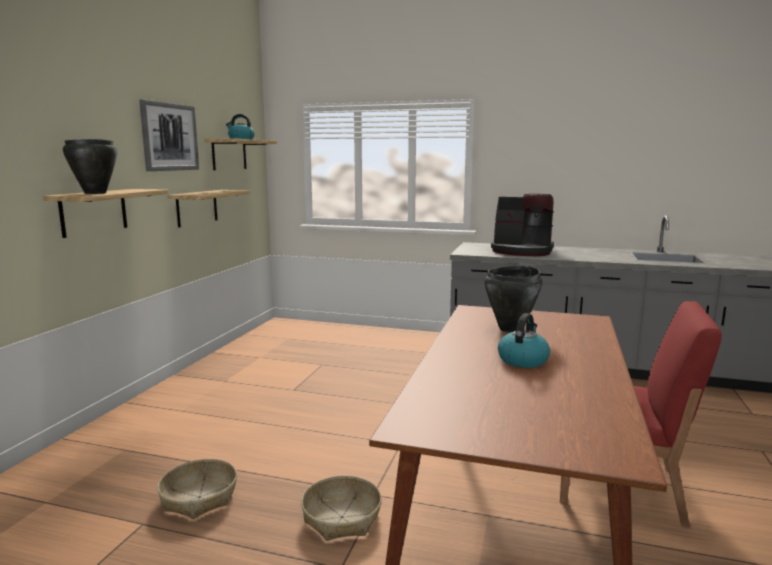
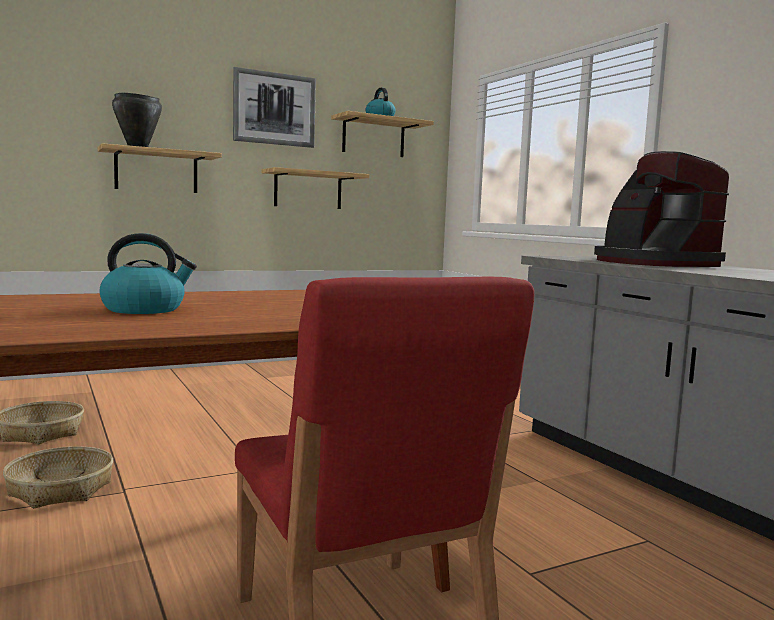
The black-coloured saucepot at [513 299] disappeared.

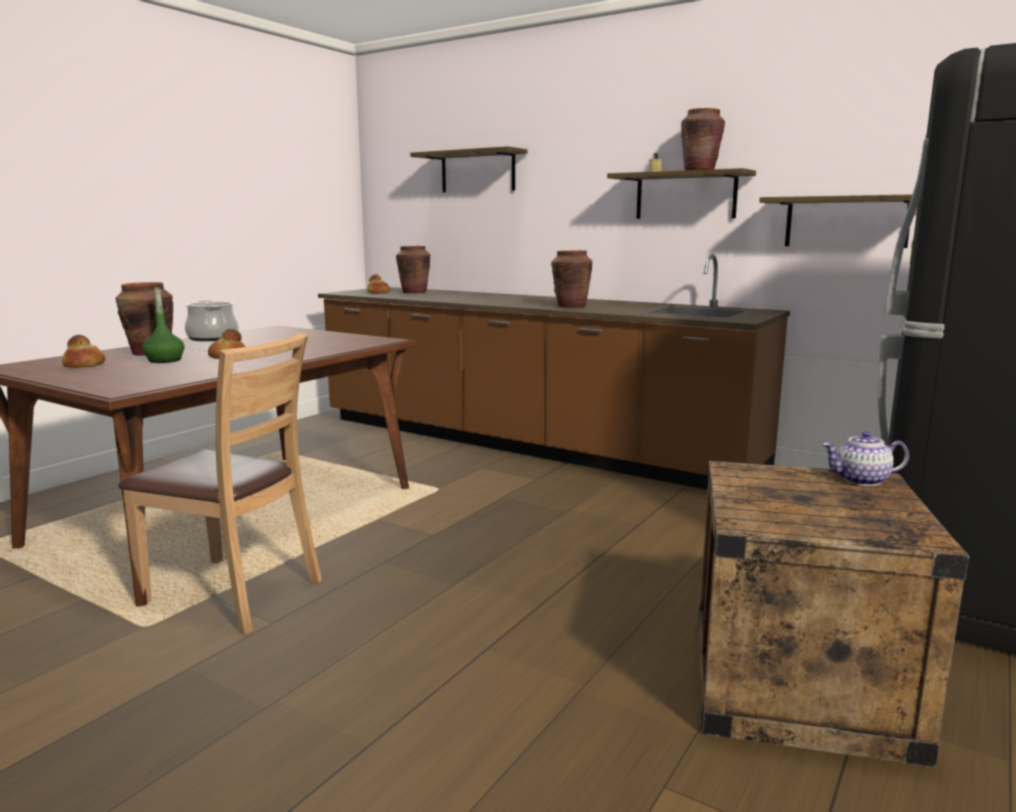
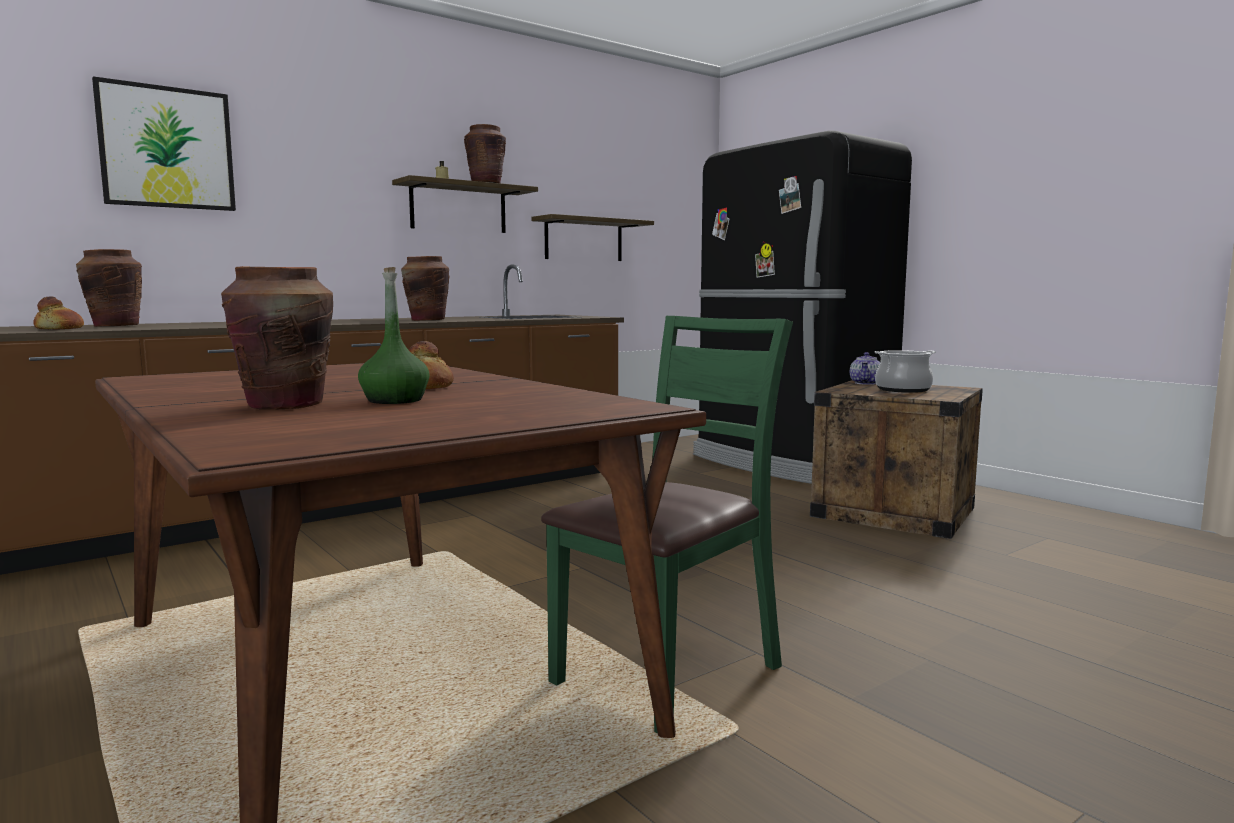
The bracket shelf at [469 169] was replaced by the wall picture at [164 143].
The brown-coloured chair at [220 484] became the greenish chair at [667 524].
The saucepot moved from [212 320] to [905 371].
The baked bread at [83 351] disappeared.

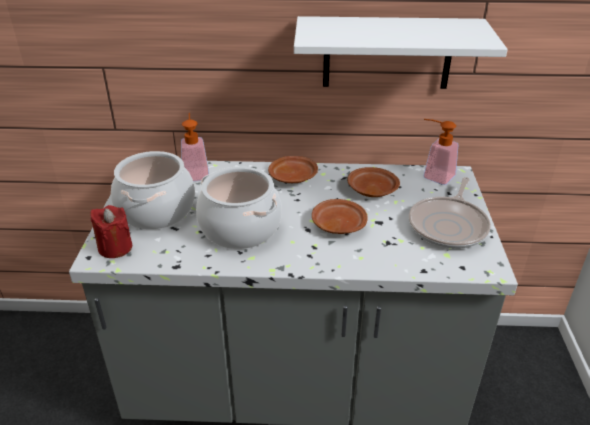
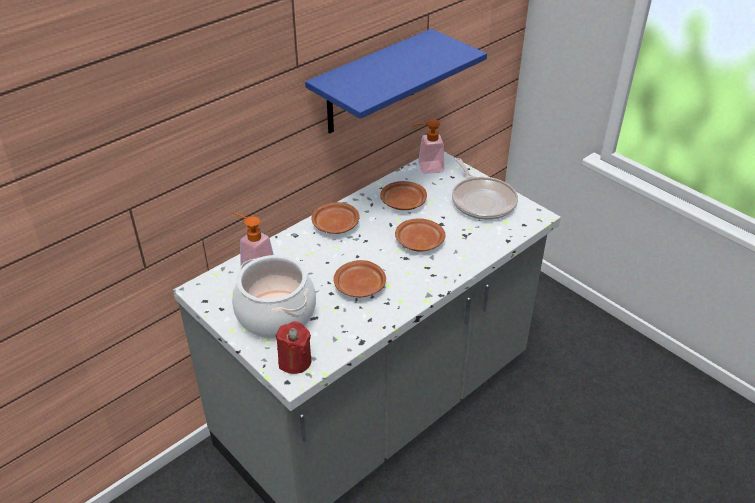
The white-coloured bracket shelf at [401 52] became the blue bracket shelf at [396 81].
The saucepot at [239 207] was replaced by the brown-coloured plate at [359 278].

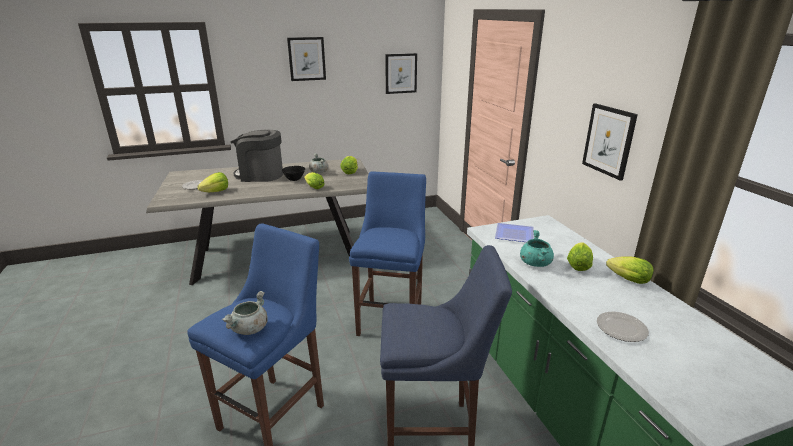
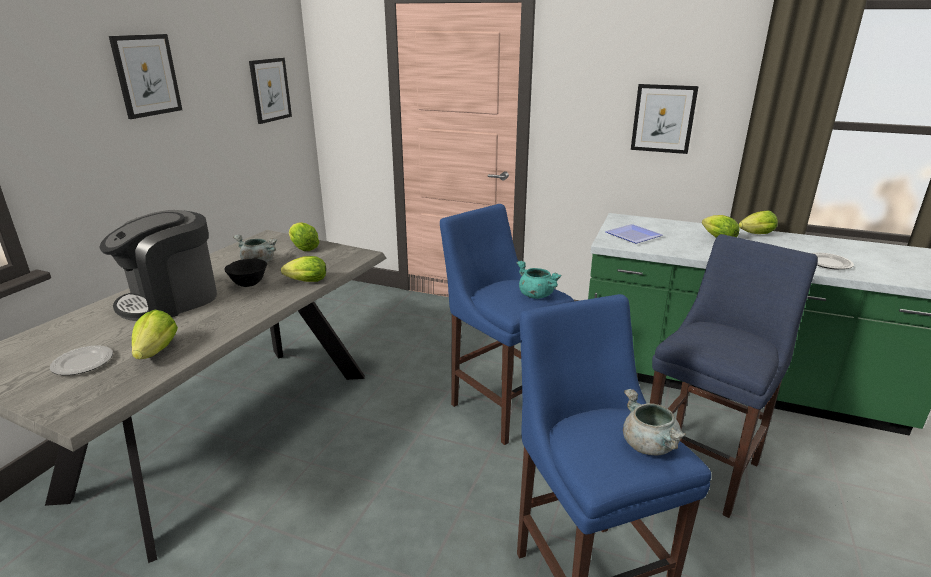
The turquoise saucepot moved from [537 248] to [539 280].

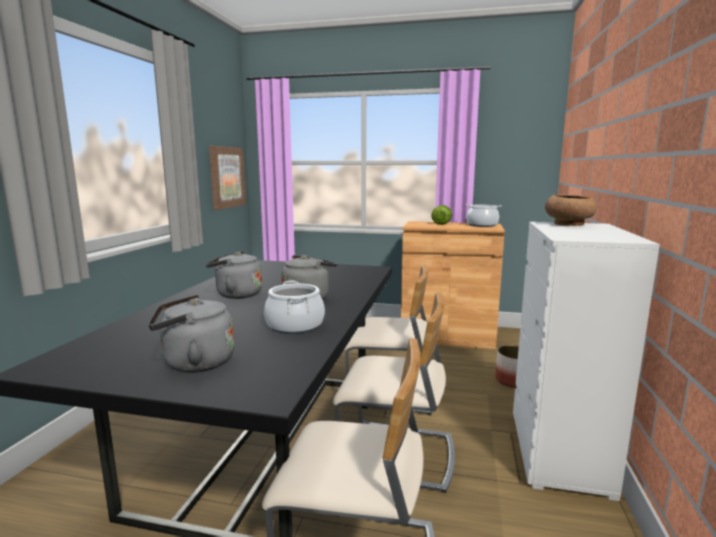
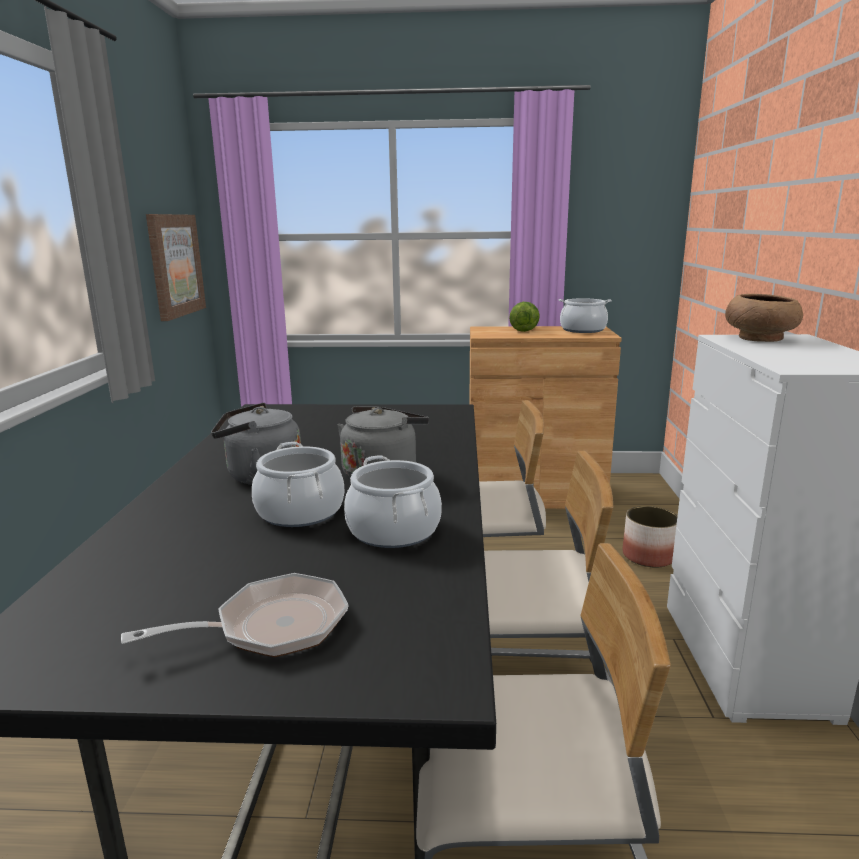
The gray tea kettle at [191 334] was replaced by the frying pan at [235 615].
The saucepot at [298 484] appeared.

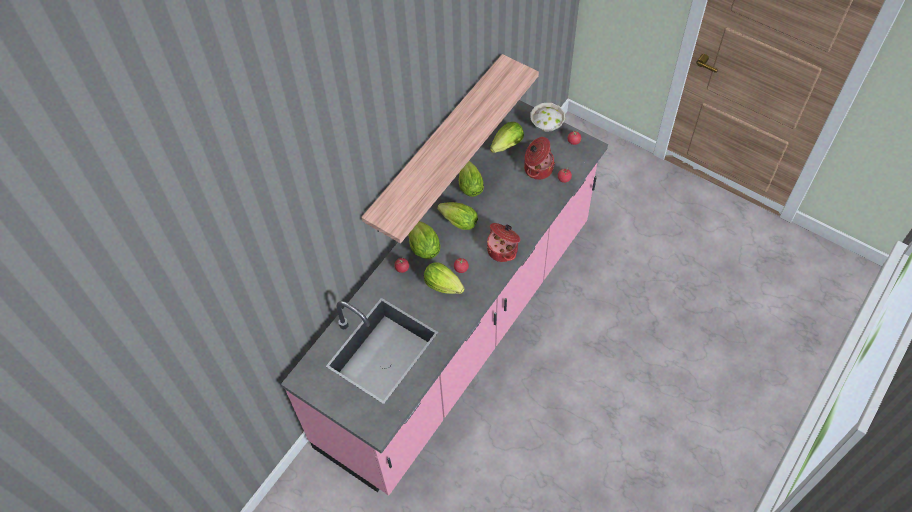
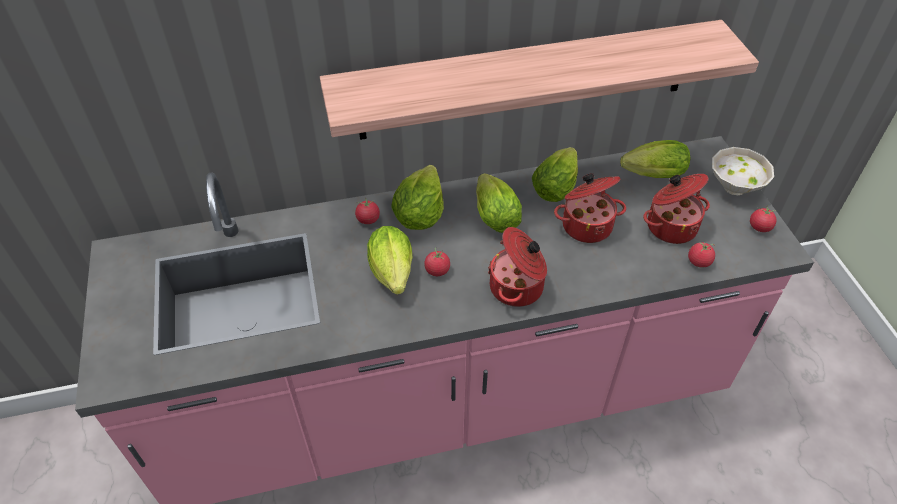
The saucepot at [590 208] appeared.

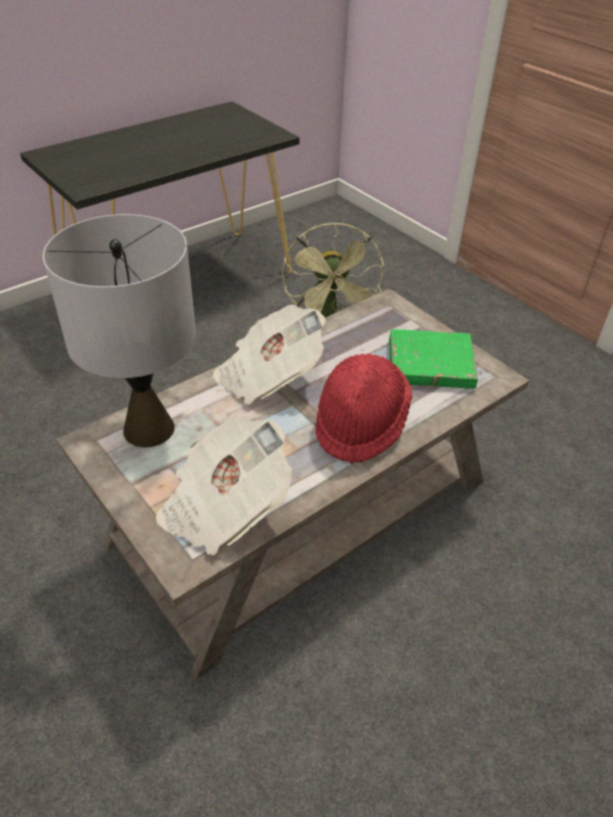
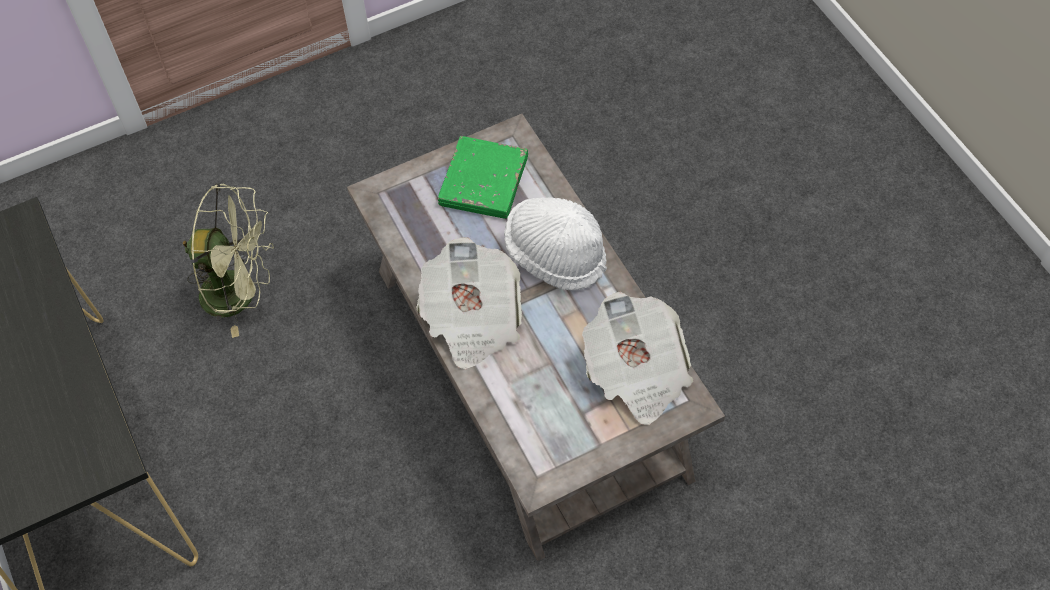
The red wearable hat at [363 409] became the white-coloured wearable hat at [555 243].
The gray tabletop lamp at [119 330] disappeared.

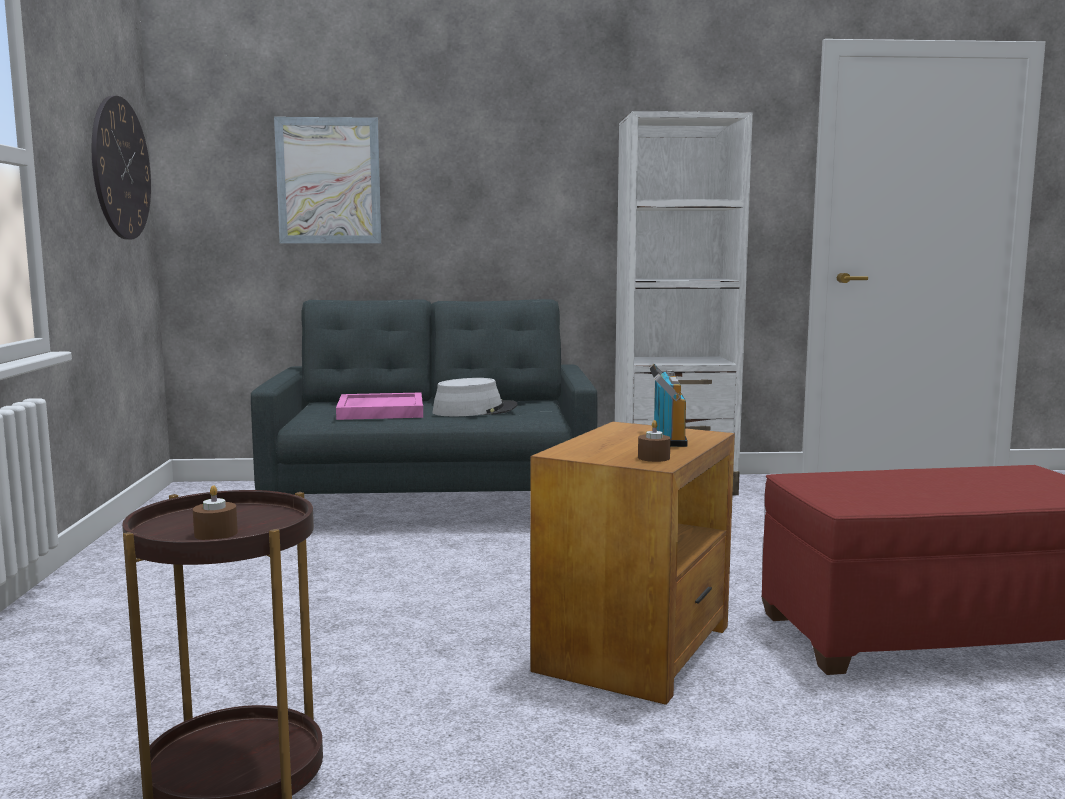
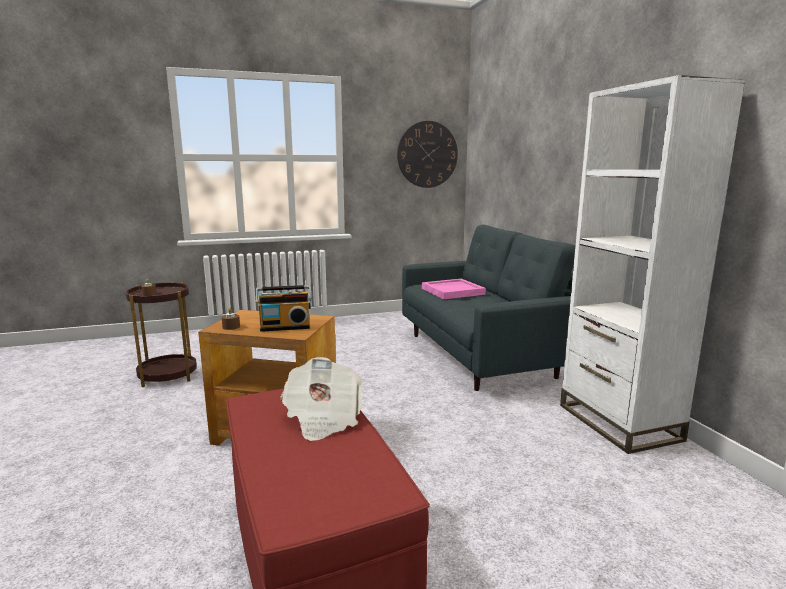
The newspaper at [321 399] appeared.
The wall picture at [327 180] disappeared.
The gray wearable hat at [475 397] disappeared.

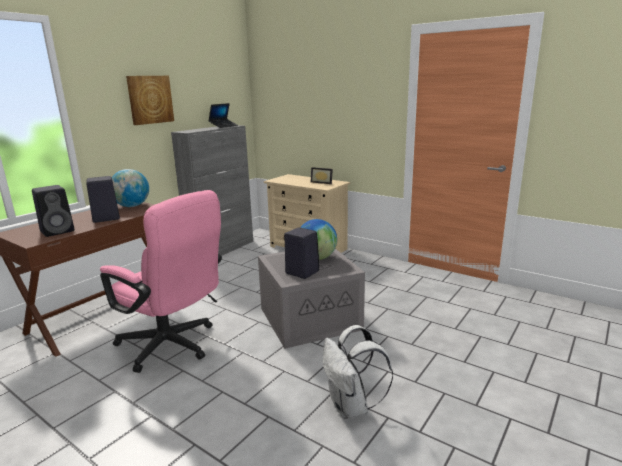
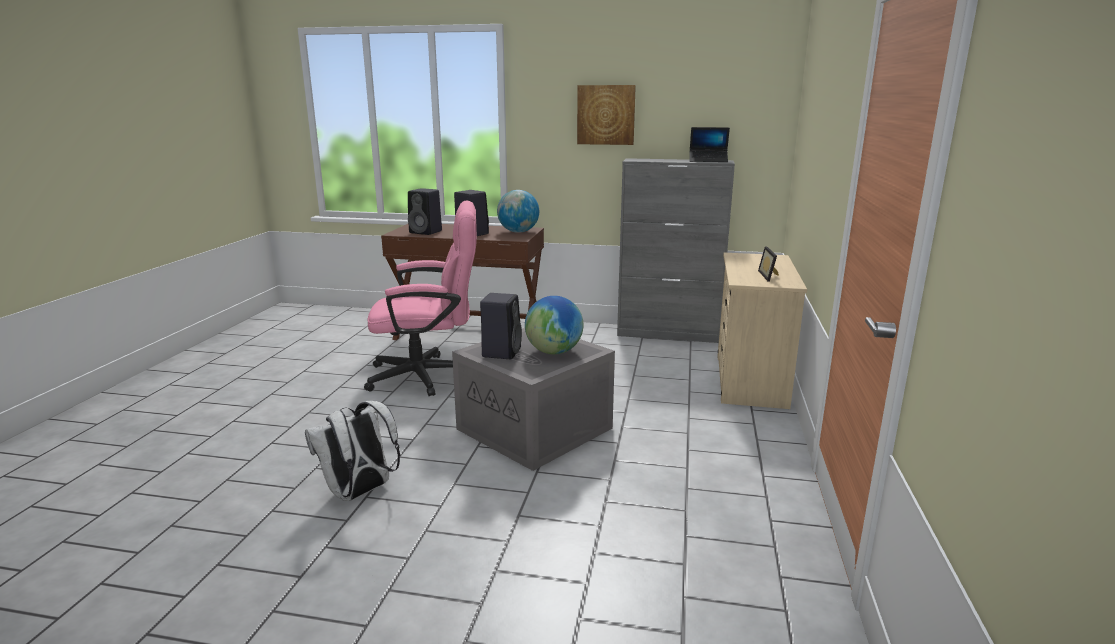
The pink desk chair at [161 281] turned 105 degrees counterclockwise.

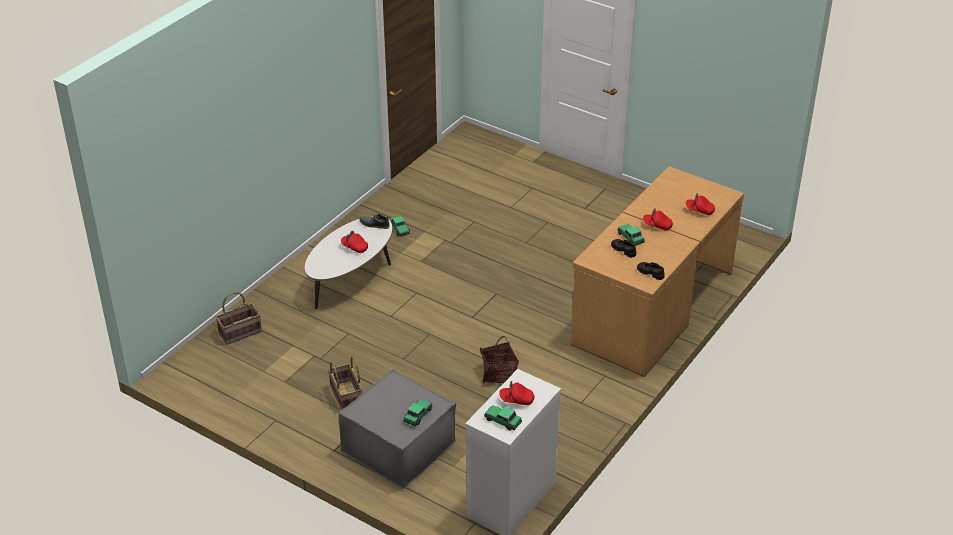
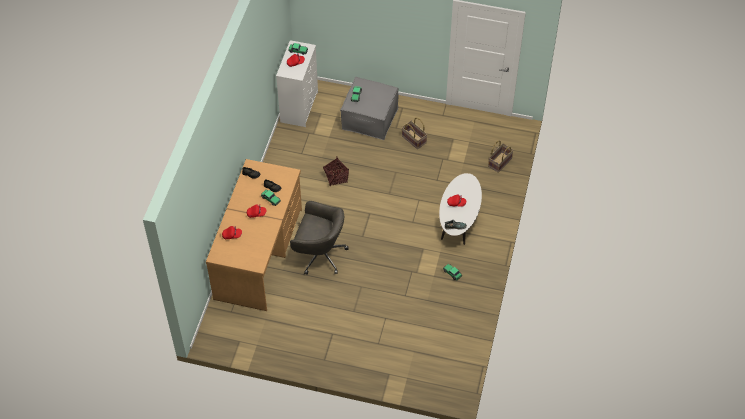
The gray desk chair at [319 238] appeared.

